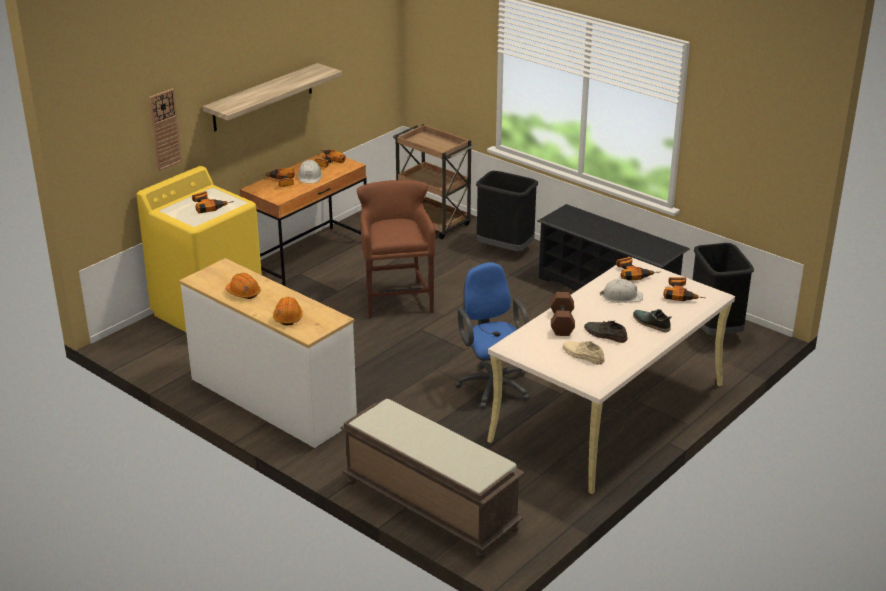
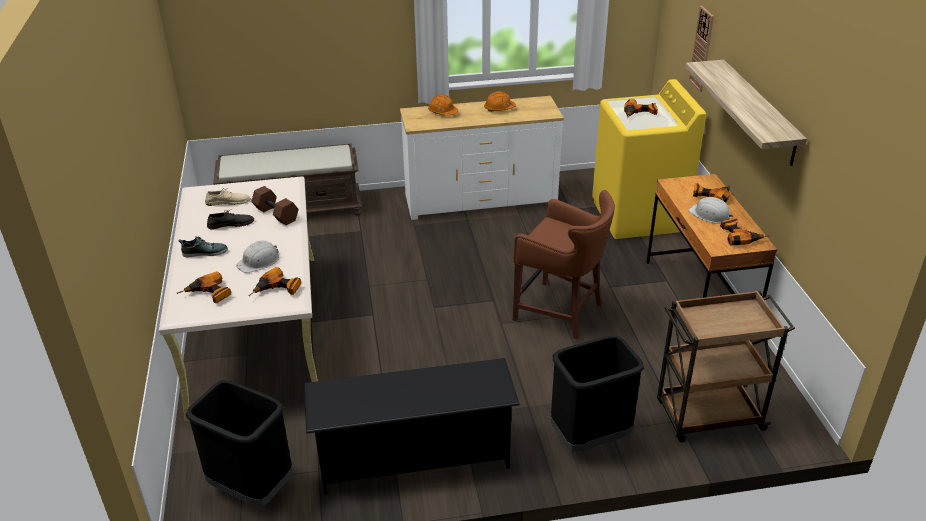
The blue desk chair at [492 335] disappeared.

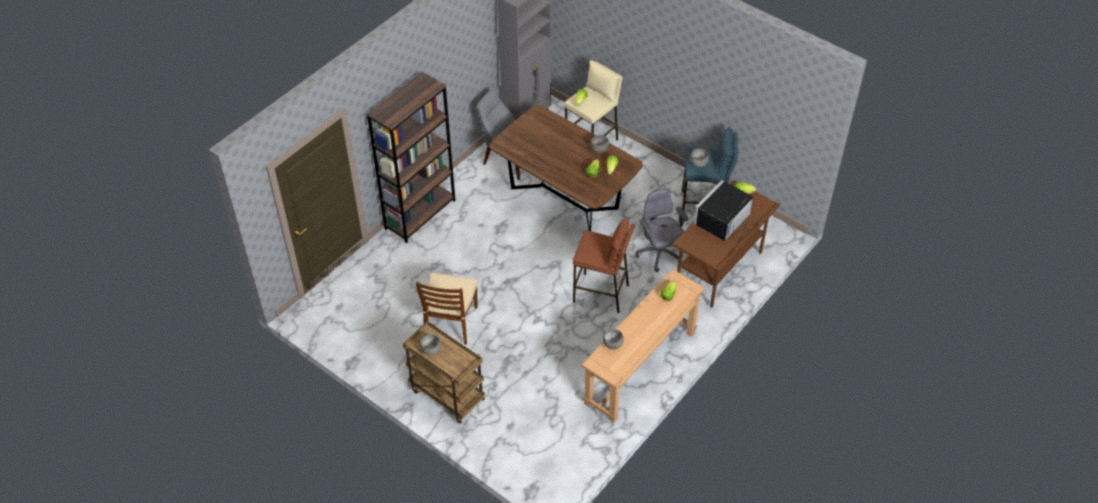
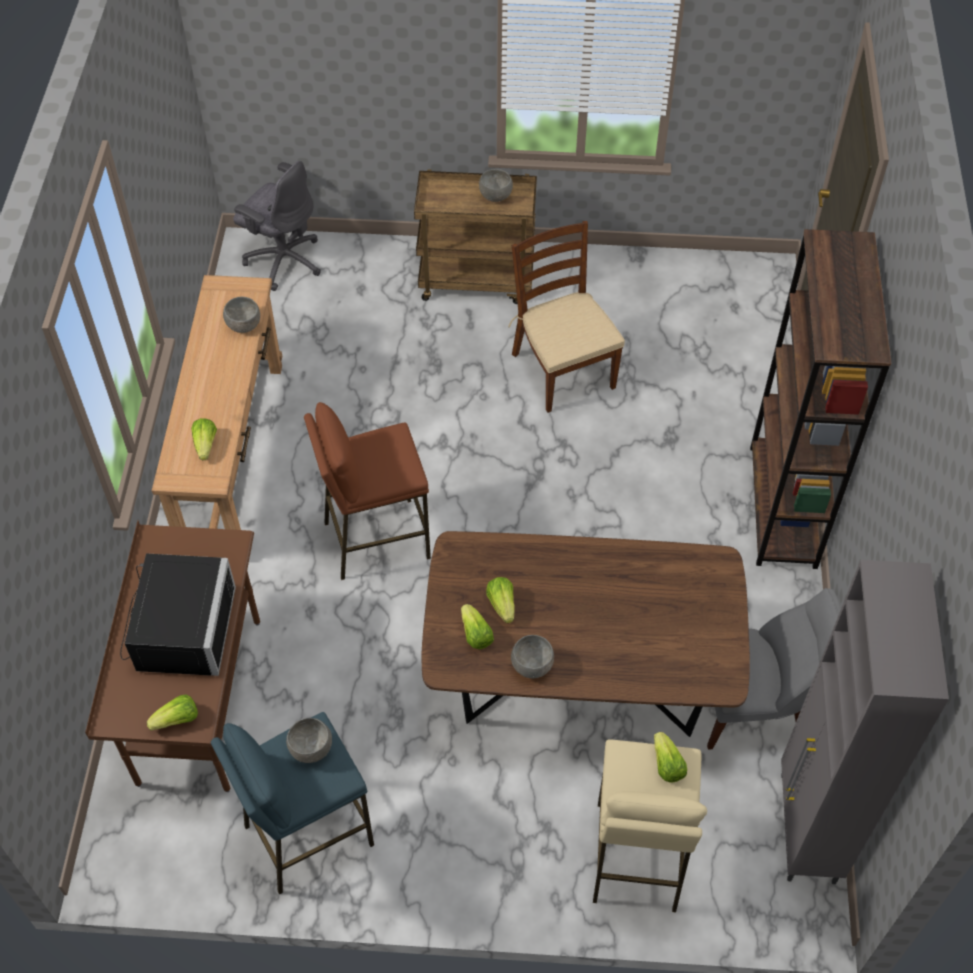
The gray desk chair moved from [662 230] to [277 226].

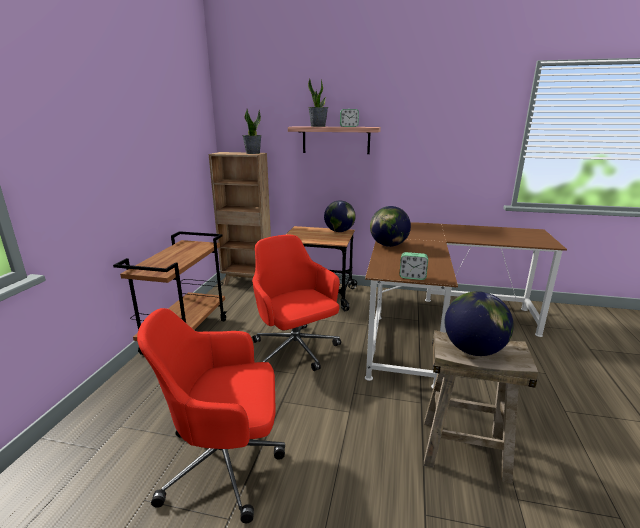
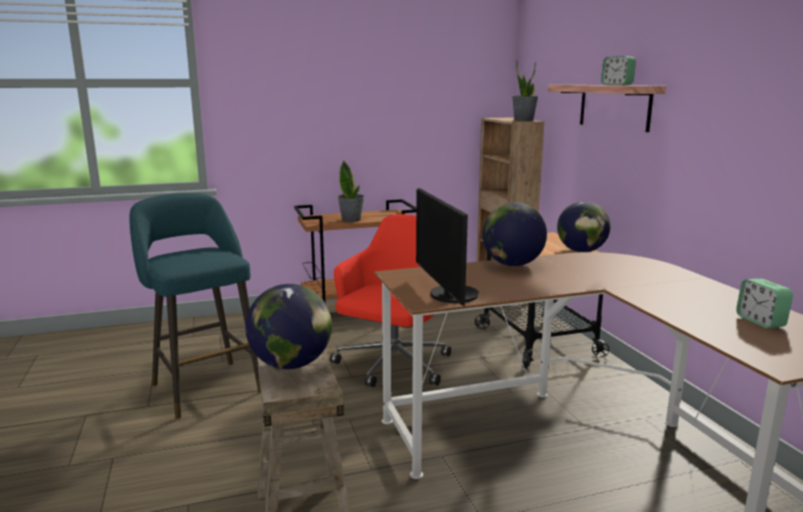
The red desk chair at [211 415] was replaced by the turquoise stool at [195 306].
The houseplant moved from [318 102] to [351 191].
The computer display at [447 247] appeared.
The alarm clock moved from [413 266] to [764 303].

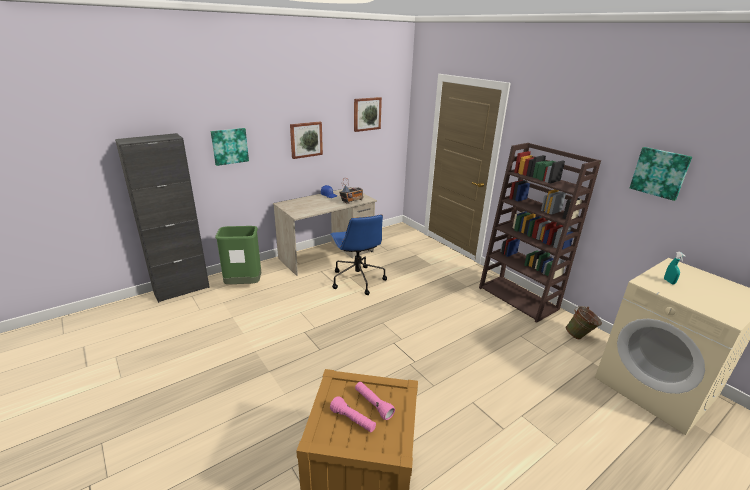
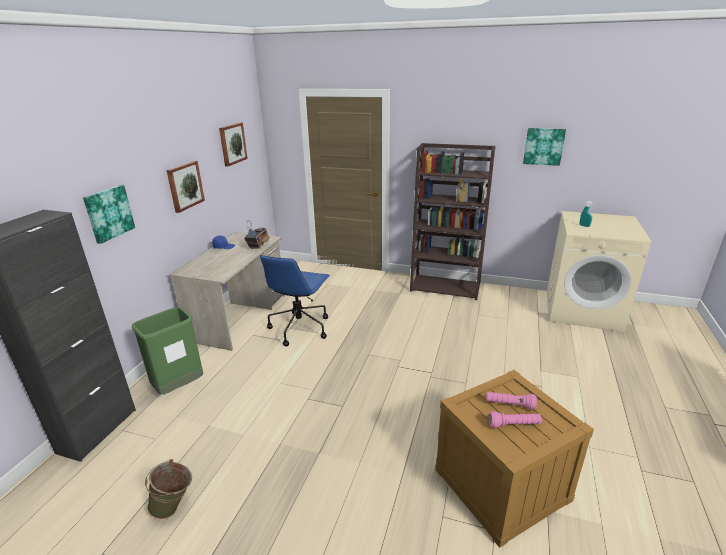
The greenish water bucket moved from [584 322] to [168 489].
The blue desk chair at [358 254] turned 75 degrees clockwise.

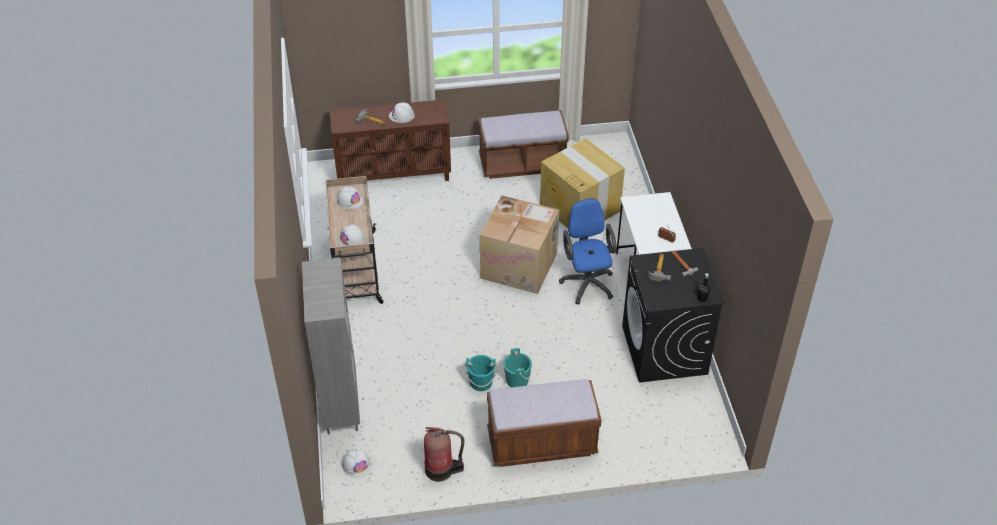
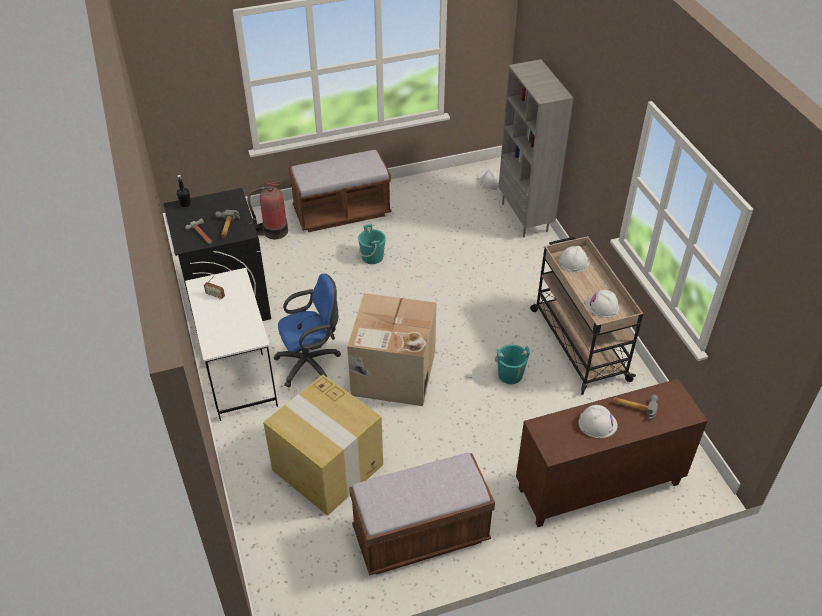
The extinguisher moved from [444 454] to [267 210].
The blue desk chair at [588 251] turned 90 degrees counterclockwise.
The turquoise water bucket moved from [481 373] to [512 364].

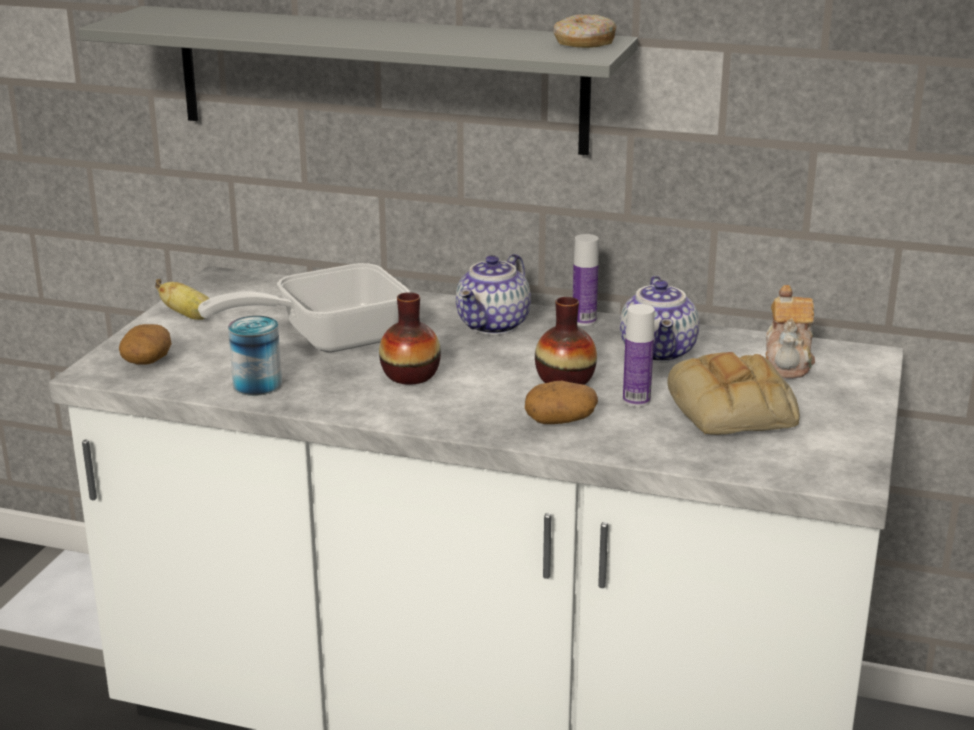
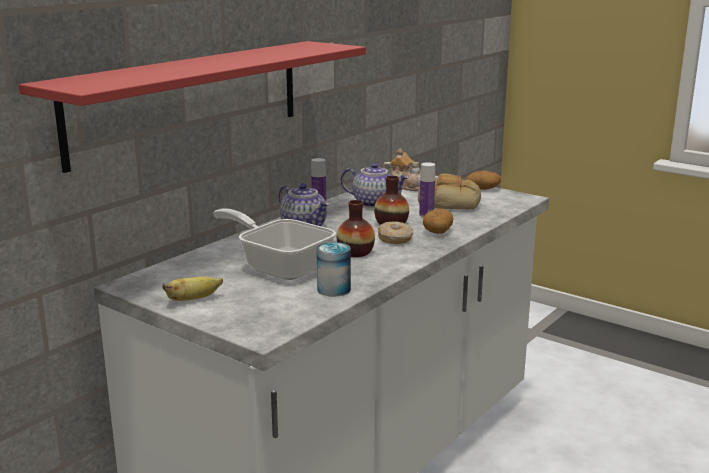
The gray bracket shelf at [358 80] became the red bracket shelf at [192 107].
The frying pan at [304 308] turned 135 degrees clockwise.
The donut moved from [585 31] to [395 232].
The spud moved from [145 344] to [483 180].

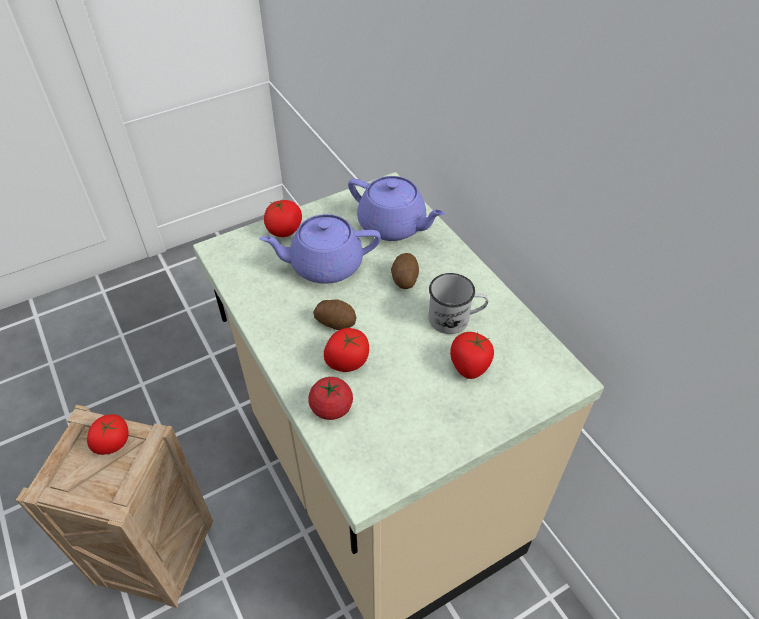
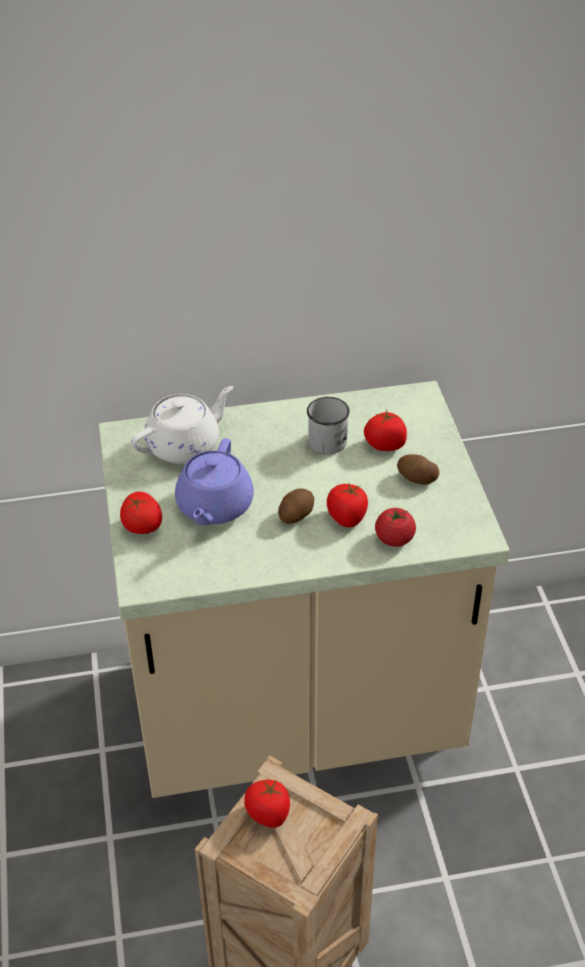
The purplish pot for tea at [396 208] became the white-coloured pot for tea at [182 425].
The spud moved from [405 271] to [418 469].

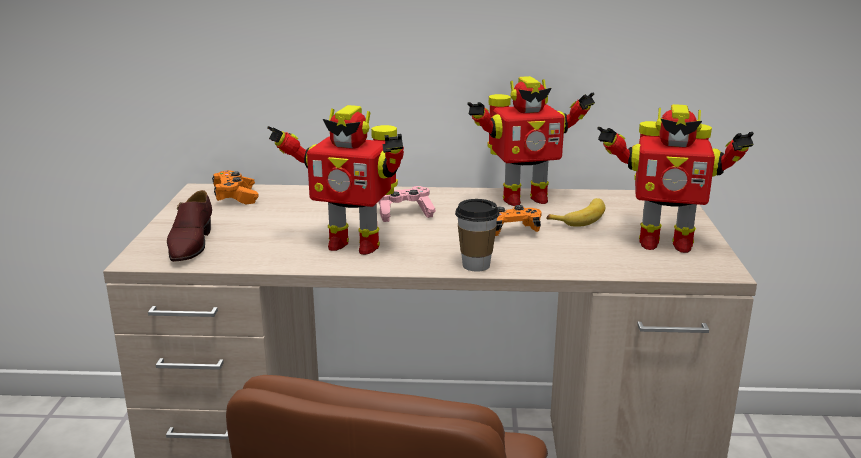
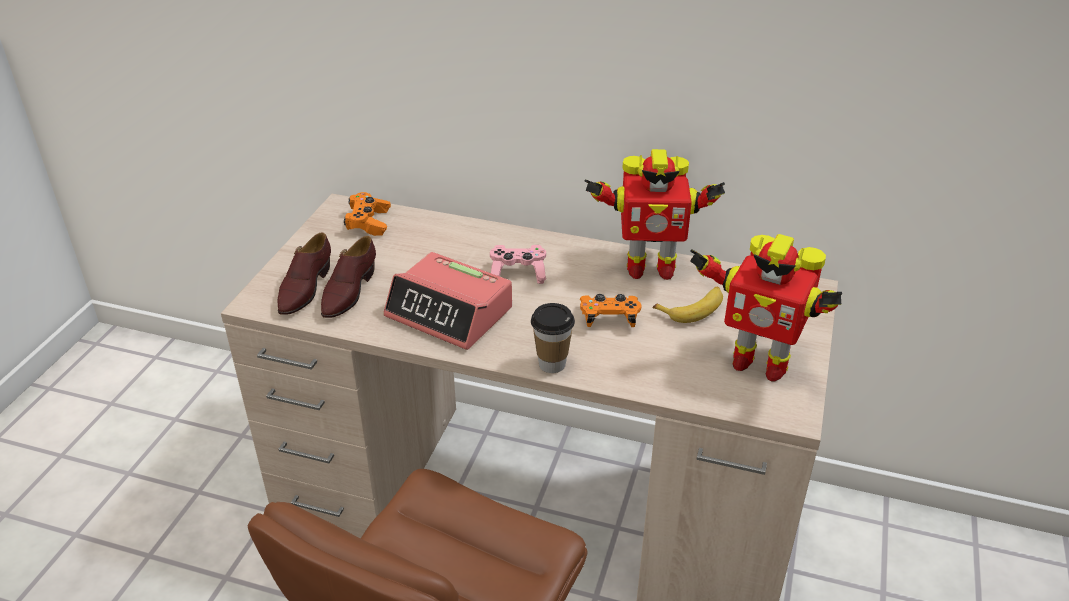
The brown-coloured shoe at [348 277] appeared.
The model robot at [335 180] was replaced by the alarm clock at [447 301].

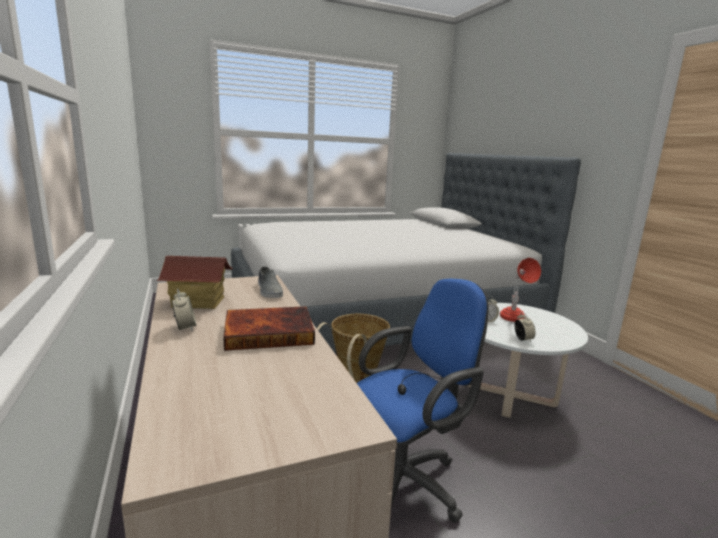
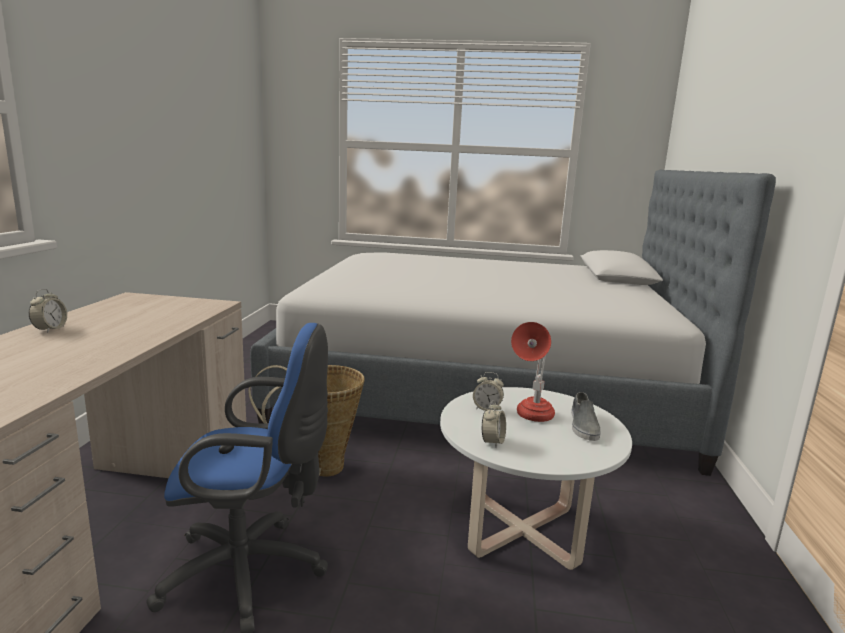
The gray shoe moved from [270 282] to [586 416].
The model house at [194 282] disappeared.
The bound book at [269 328] disappeared.

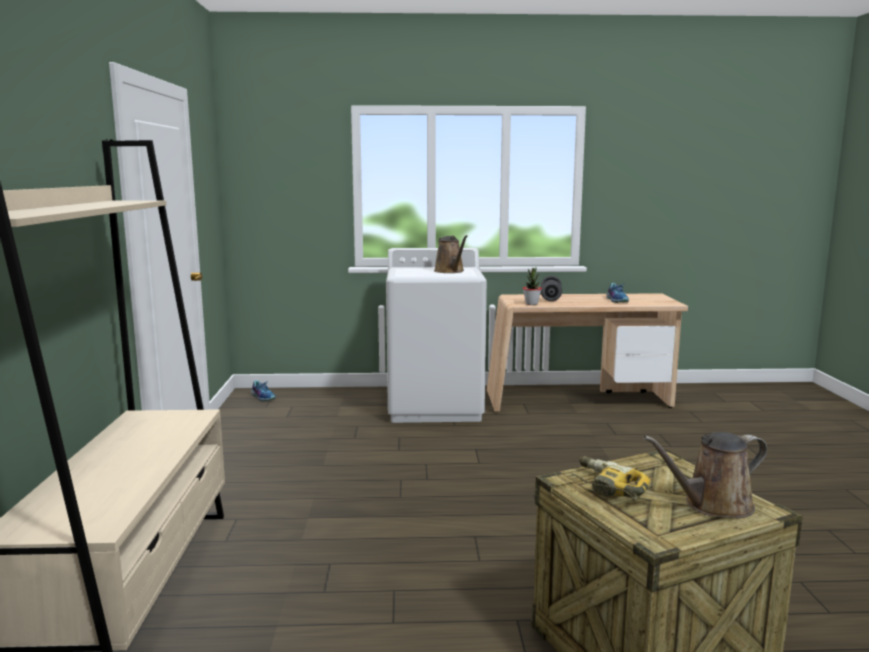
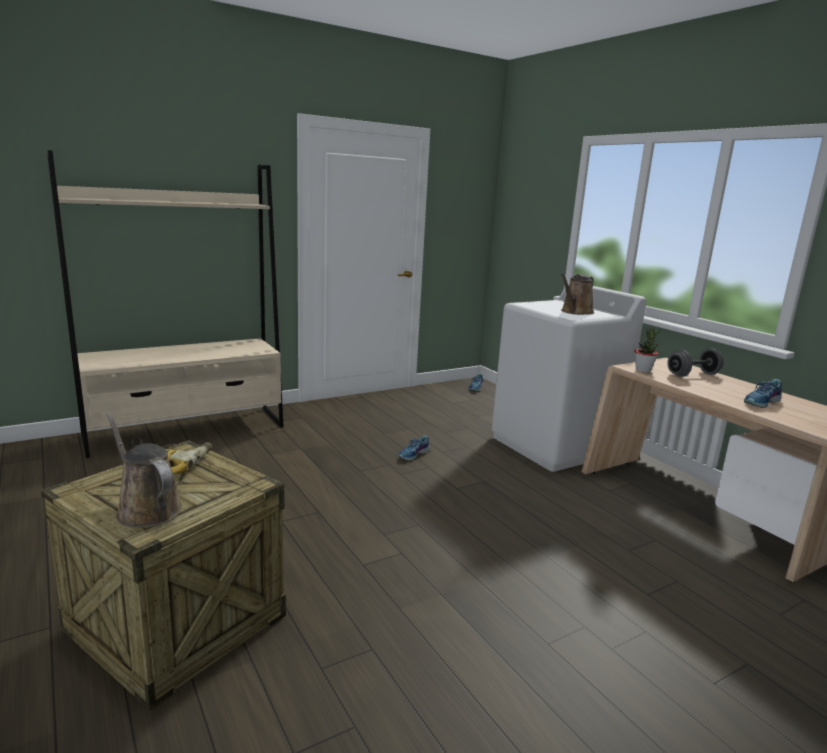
The shoe at [414 448] appeared.

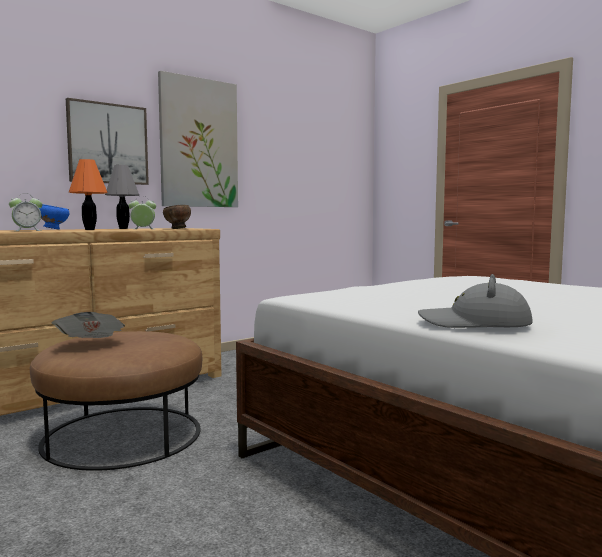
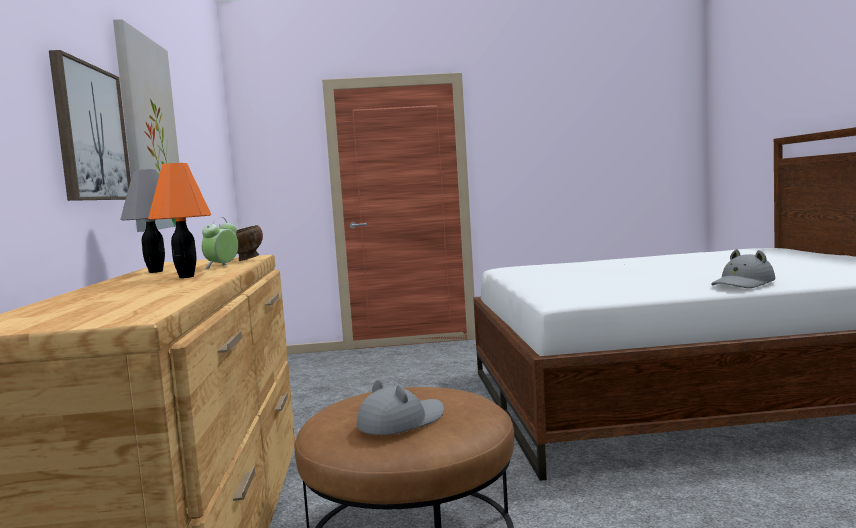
The newspaper at [88 325] was replaced by the gray wearable hat at [400 407].
The alarm clock at [25 212] disappeared.
The blue deep dish at [54 217] disappeared.

